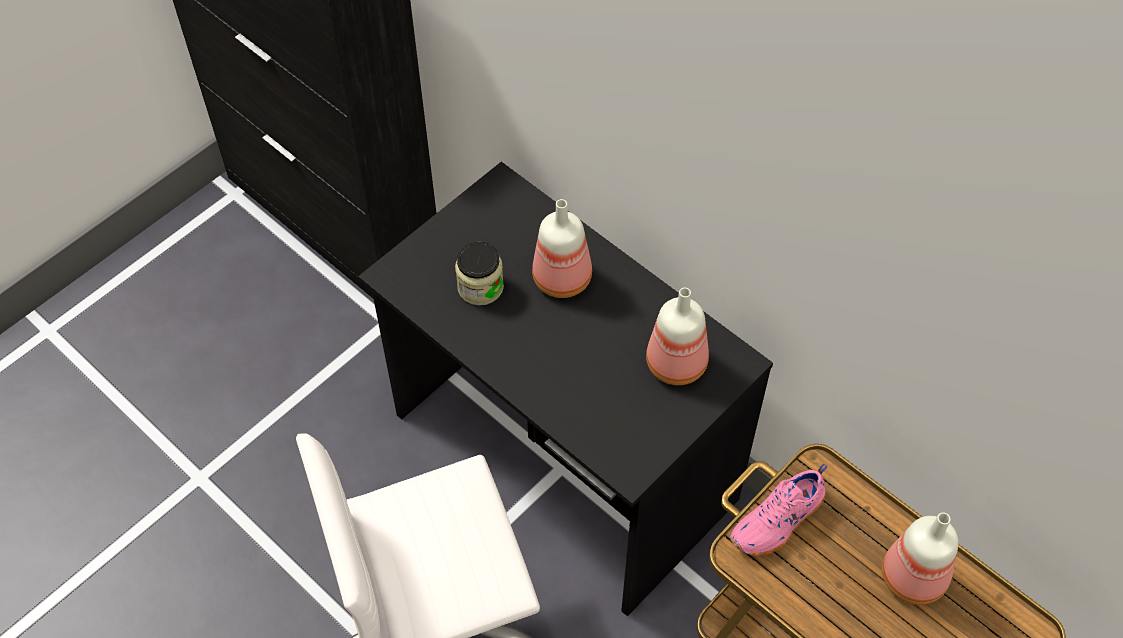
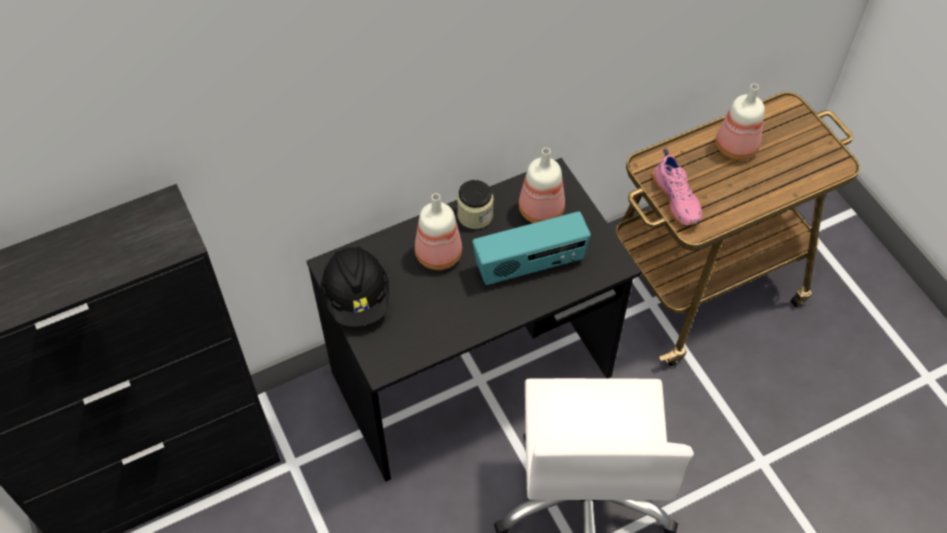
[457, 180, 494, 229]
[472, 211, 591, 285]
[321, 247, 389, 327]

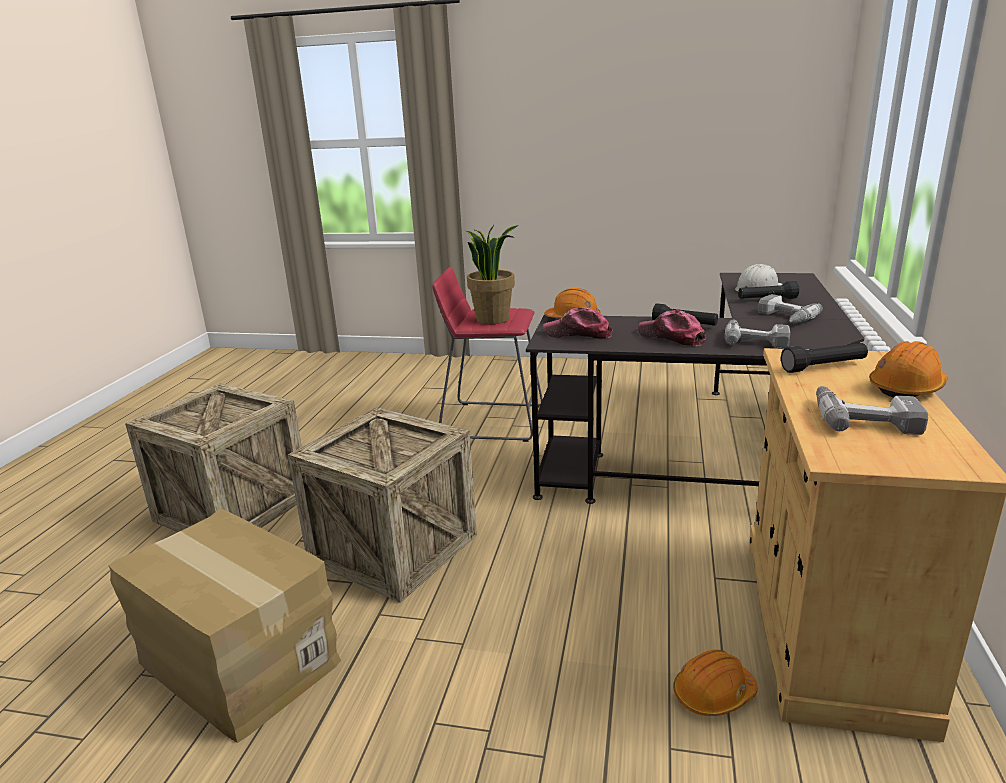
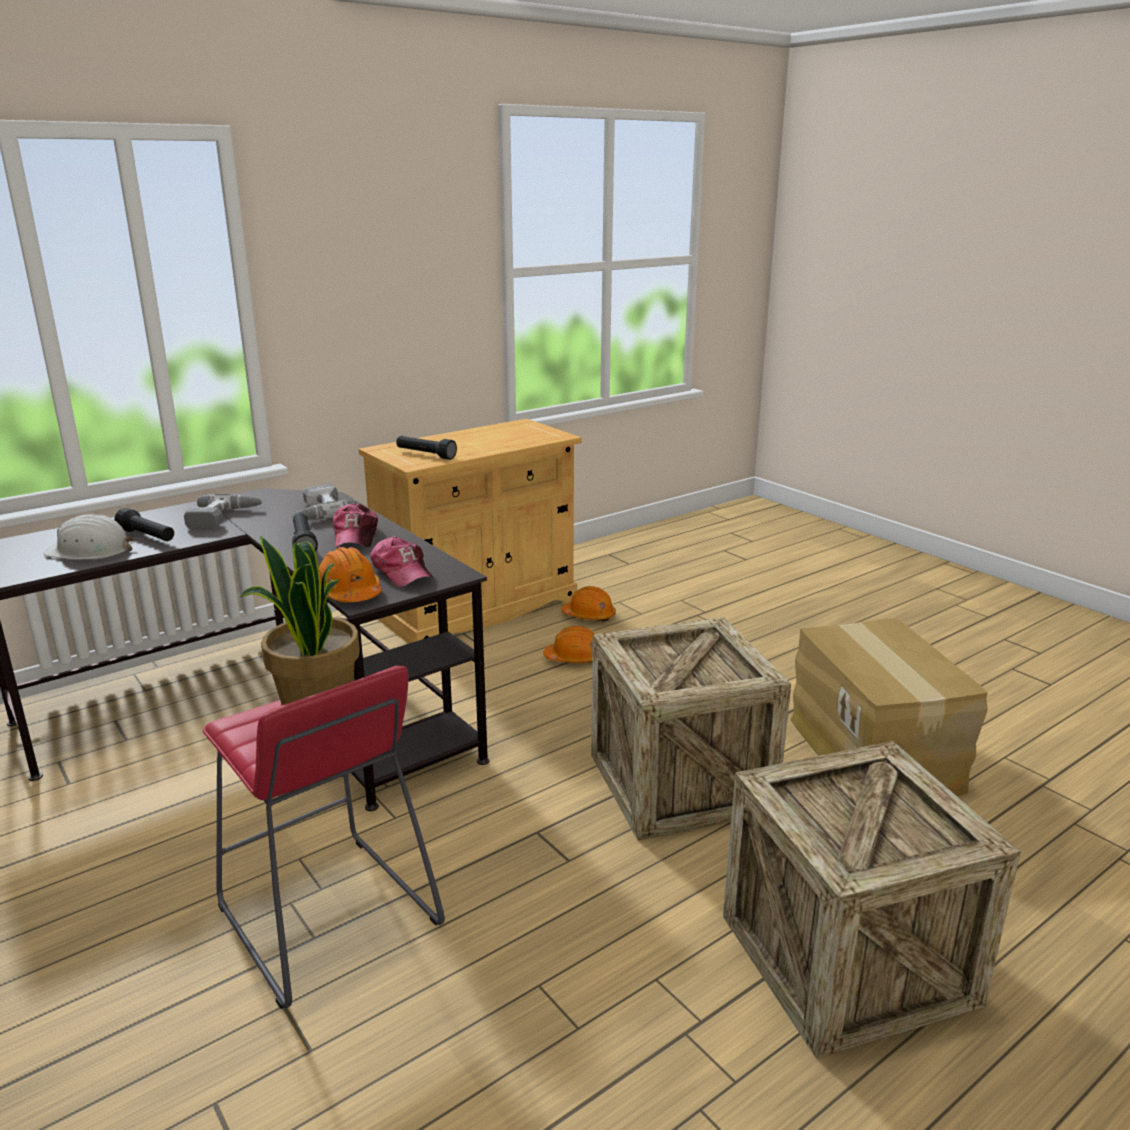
[543, 626, 595, 663]
[816, 386, 928, 435] (first image)

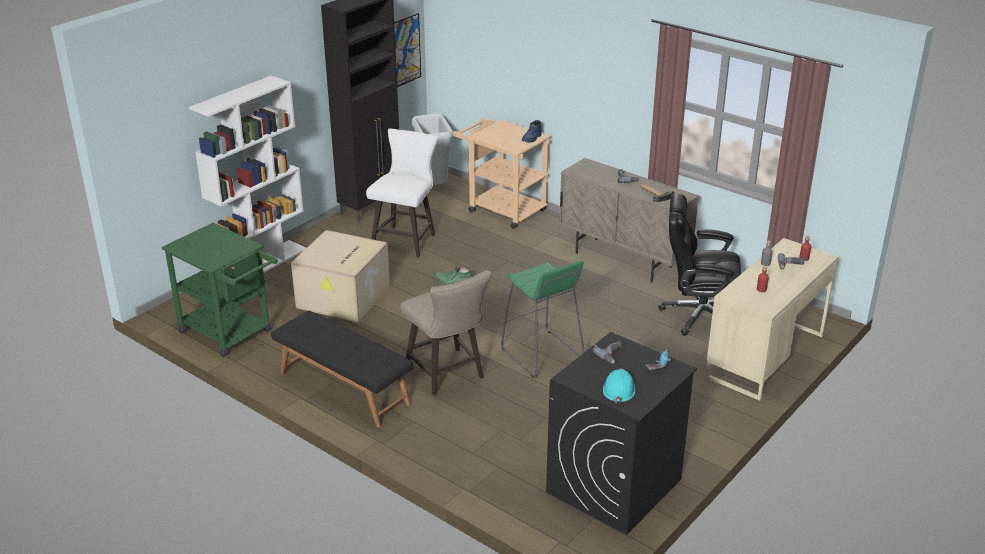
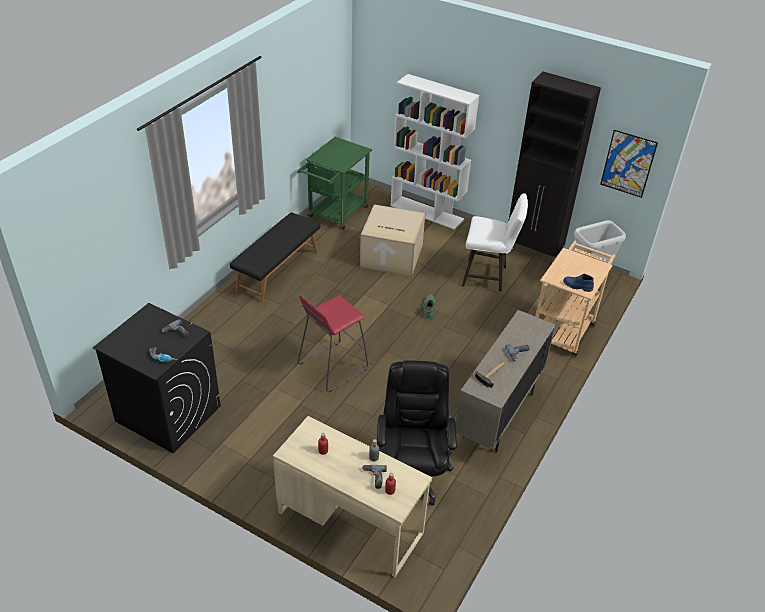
[297, 295, 368, 392]
[400, 270, 492, 395] (first image)
[603, 369, 635, 403] (first image)

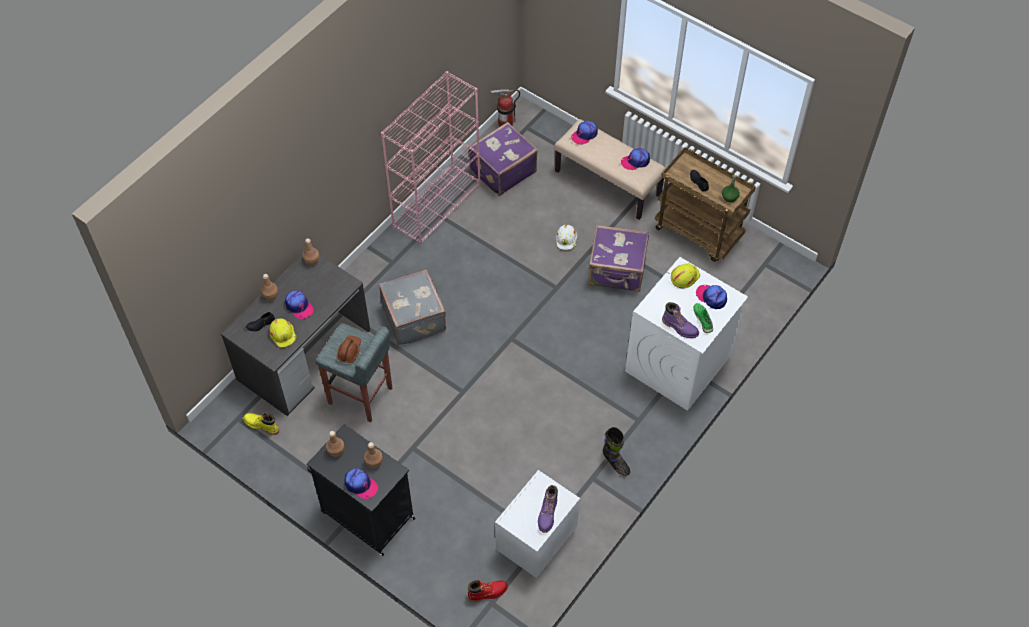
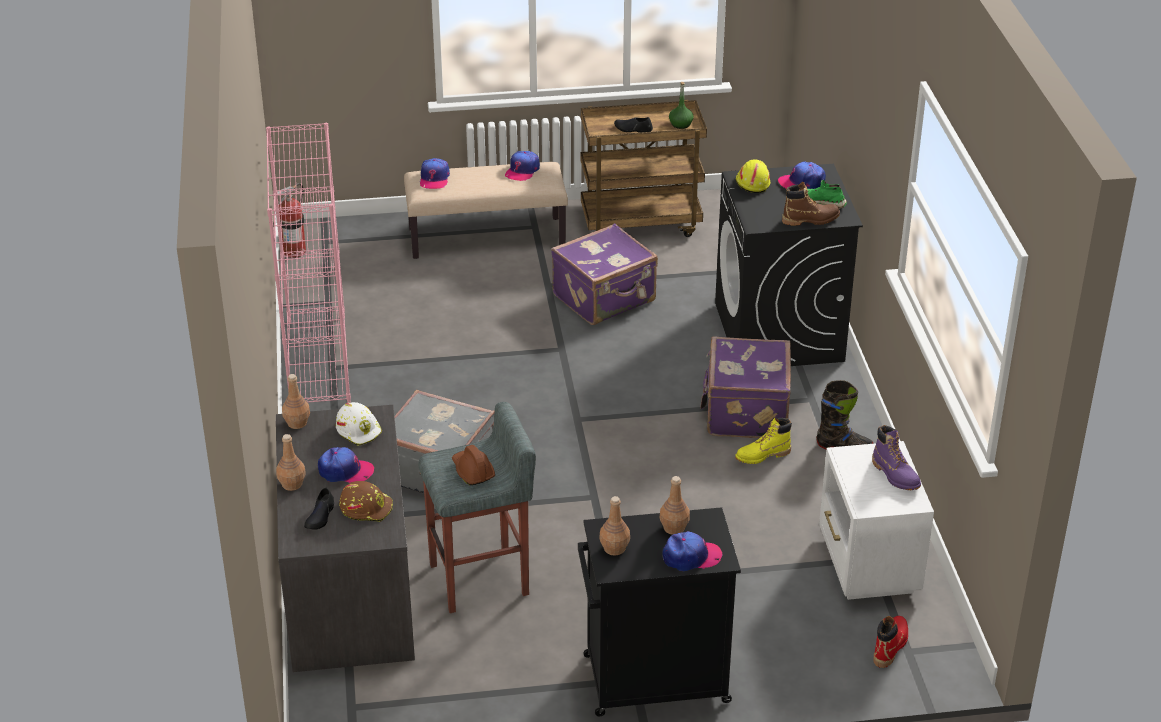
[700, 336, 791, 438]
[336, 402, 382, 446]
[715, 164, 863, 366]
[782, 182, 840, 226]
[339, 481, 393, 522]
[735, 418, 792, 464]

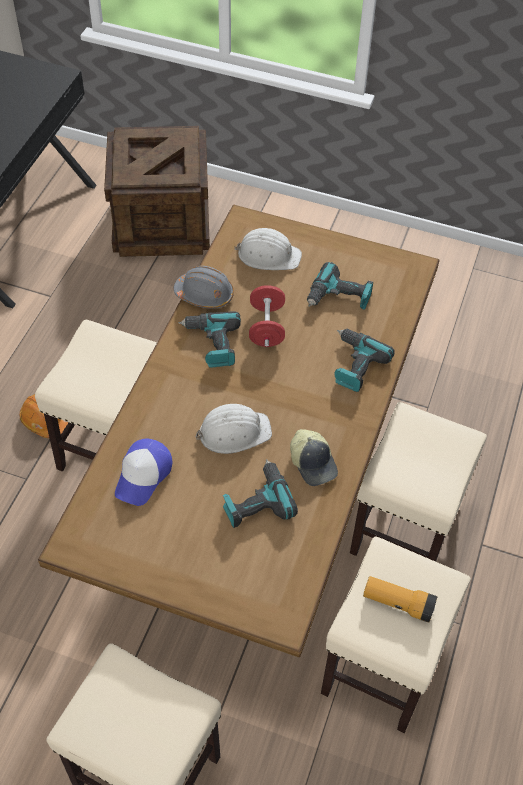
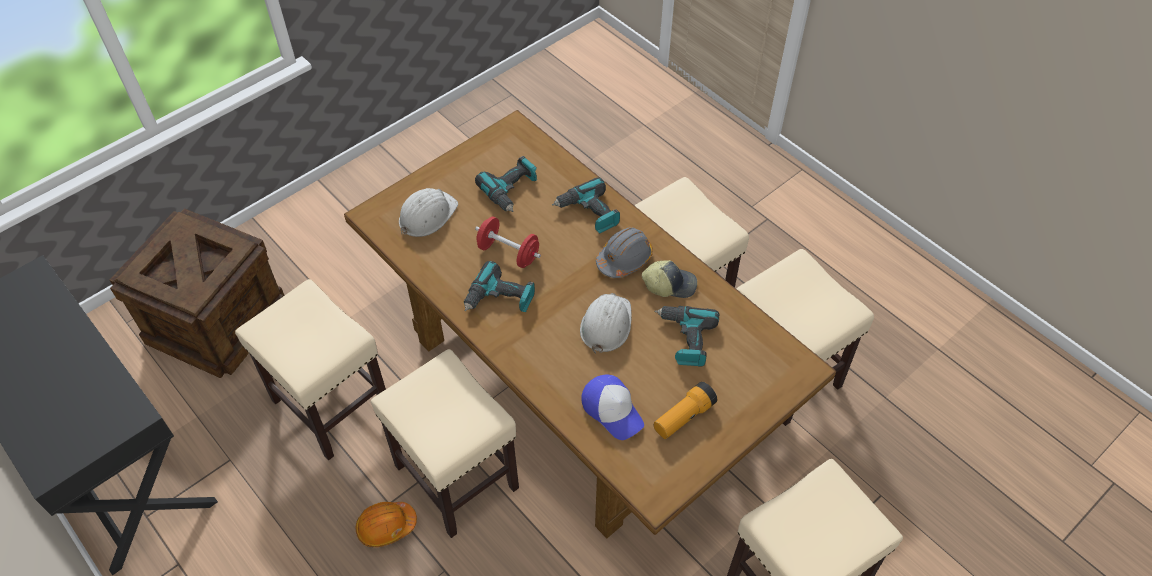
[596, 227, 653, 278]
[654, 382, 718, 439]
[235, 279, 386, 460]

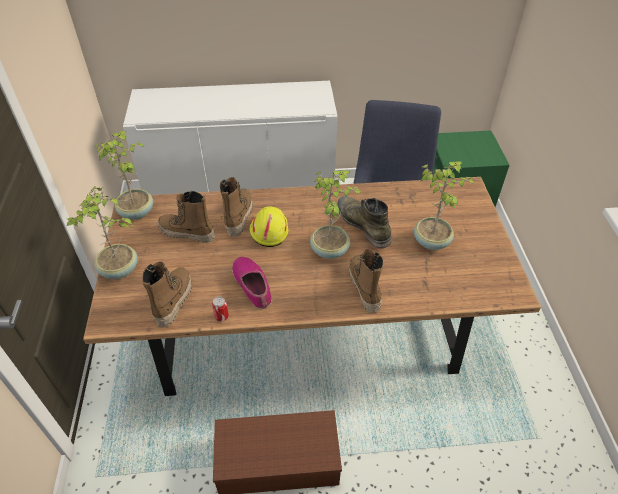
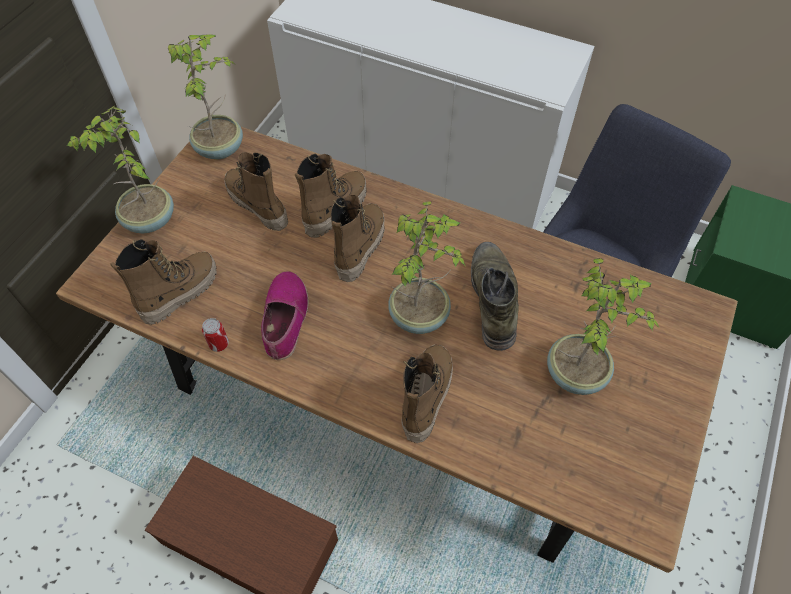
[331, 195, 385, 282]

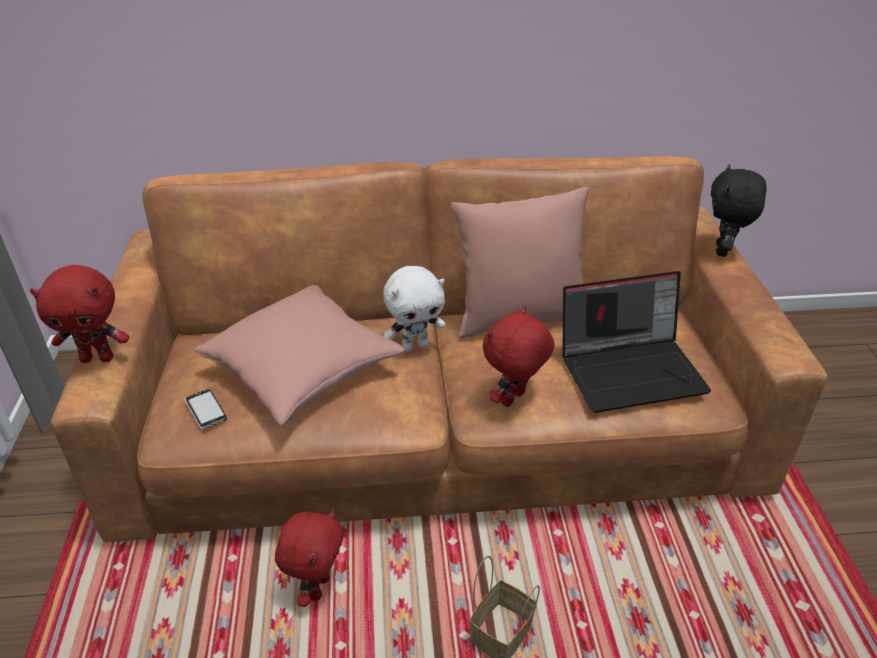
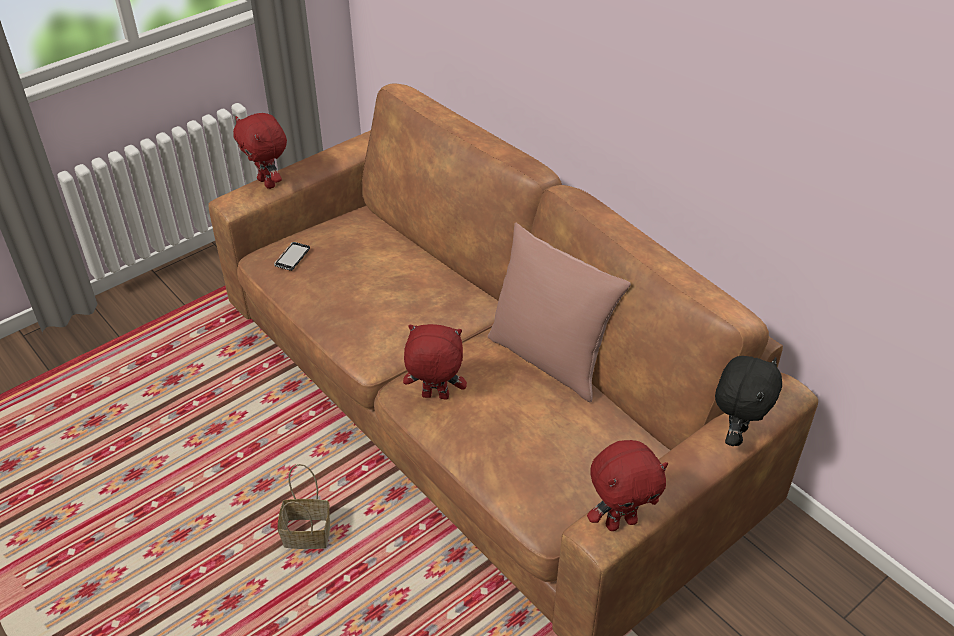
[715, 356, 782, 446]
[383, 266, 446, 352] (first image)
[562, 271, 711, 413] (first image)
[194, 285, 405, 426] (first image)
[587, 440, 668, 531]

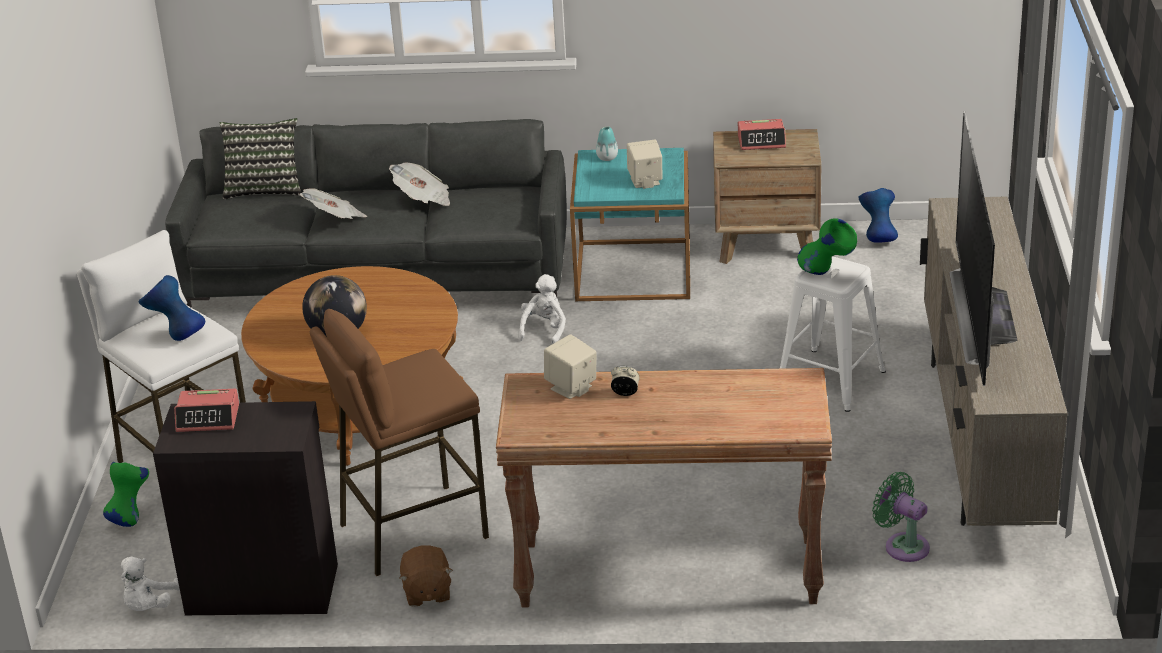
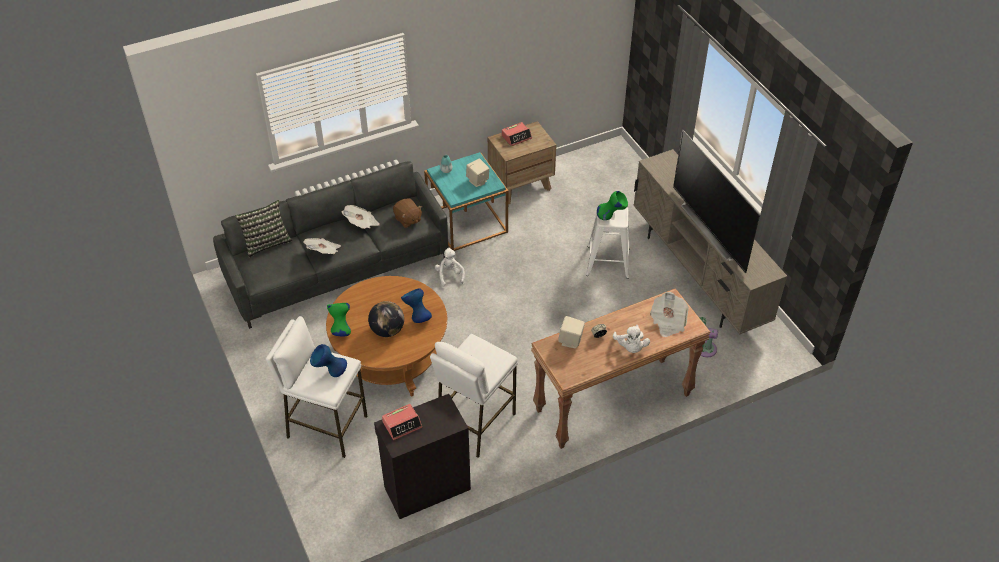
[401, 288, 432, 323]
[430, 334, 518, 458]
[327, 303, 351, 337]
[393, 198, 422, 228]
[613, 325, 650, 353]
[650, 292, 689, 337]

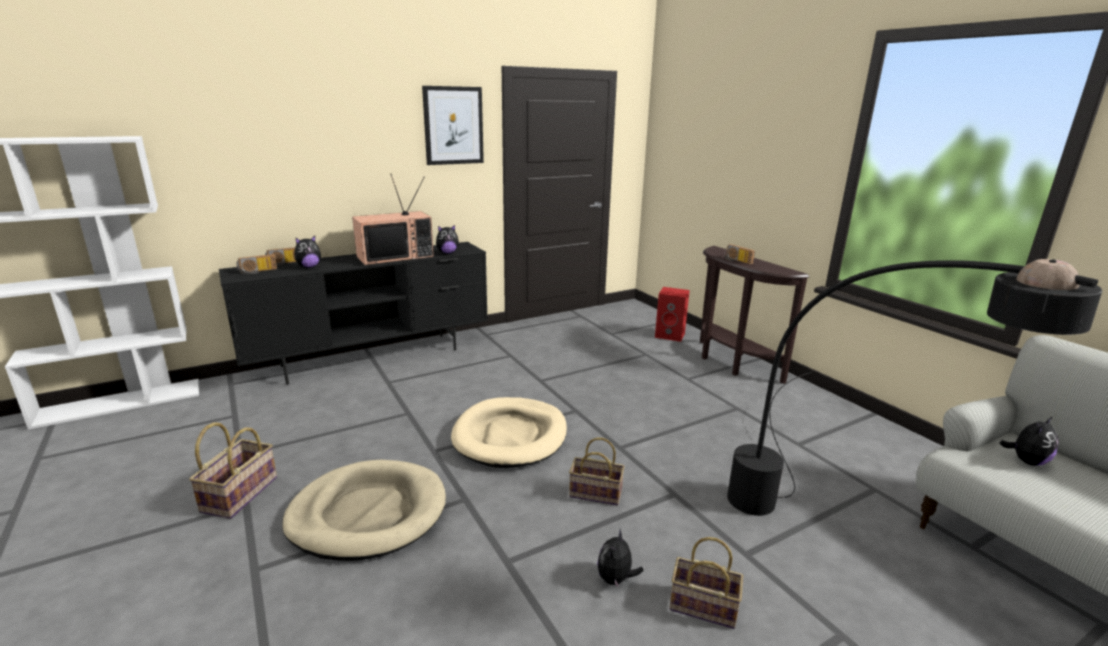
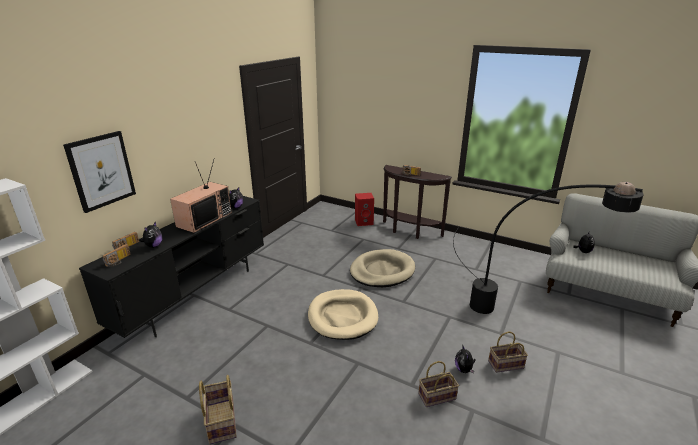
[63, 131, 136, 213]
[418, 361, 459, 407]
[350, 249, 415, 287]

